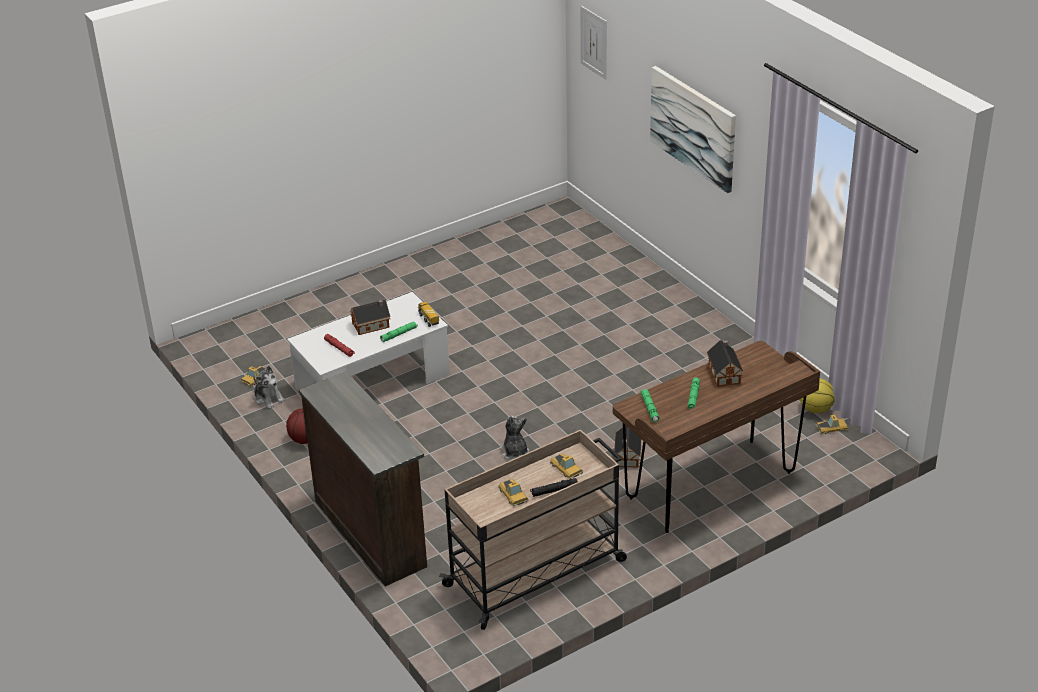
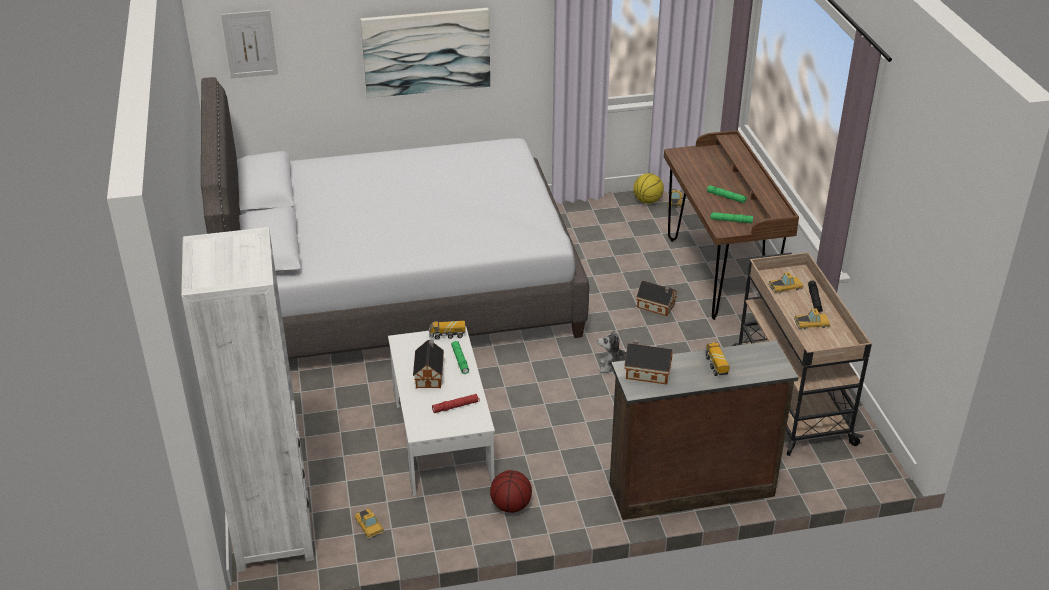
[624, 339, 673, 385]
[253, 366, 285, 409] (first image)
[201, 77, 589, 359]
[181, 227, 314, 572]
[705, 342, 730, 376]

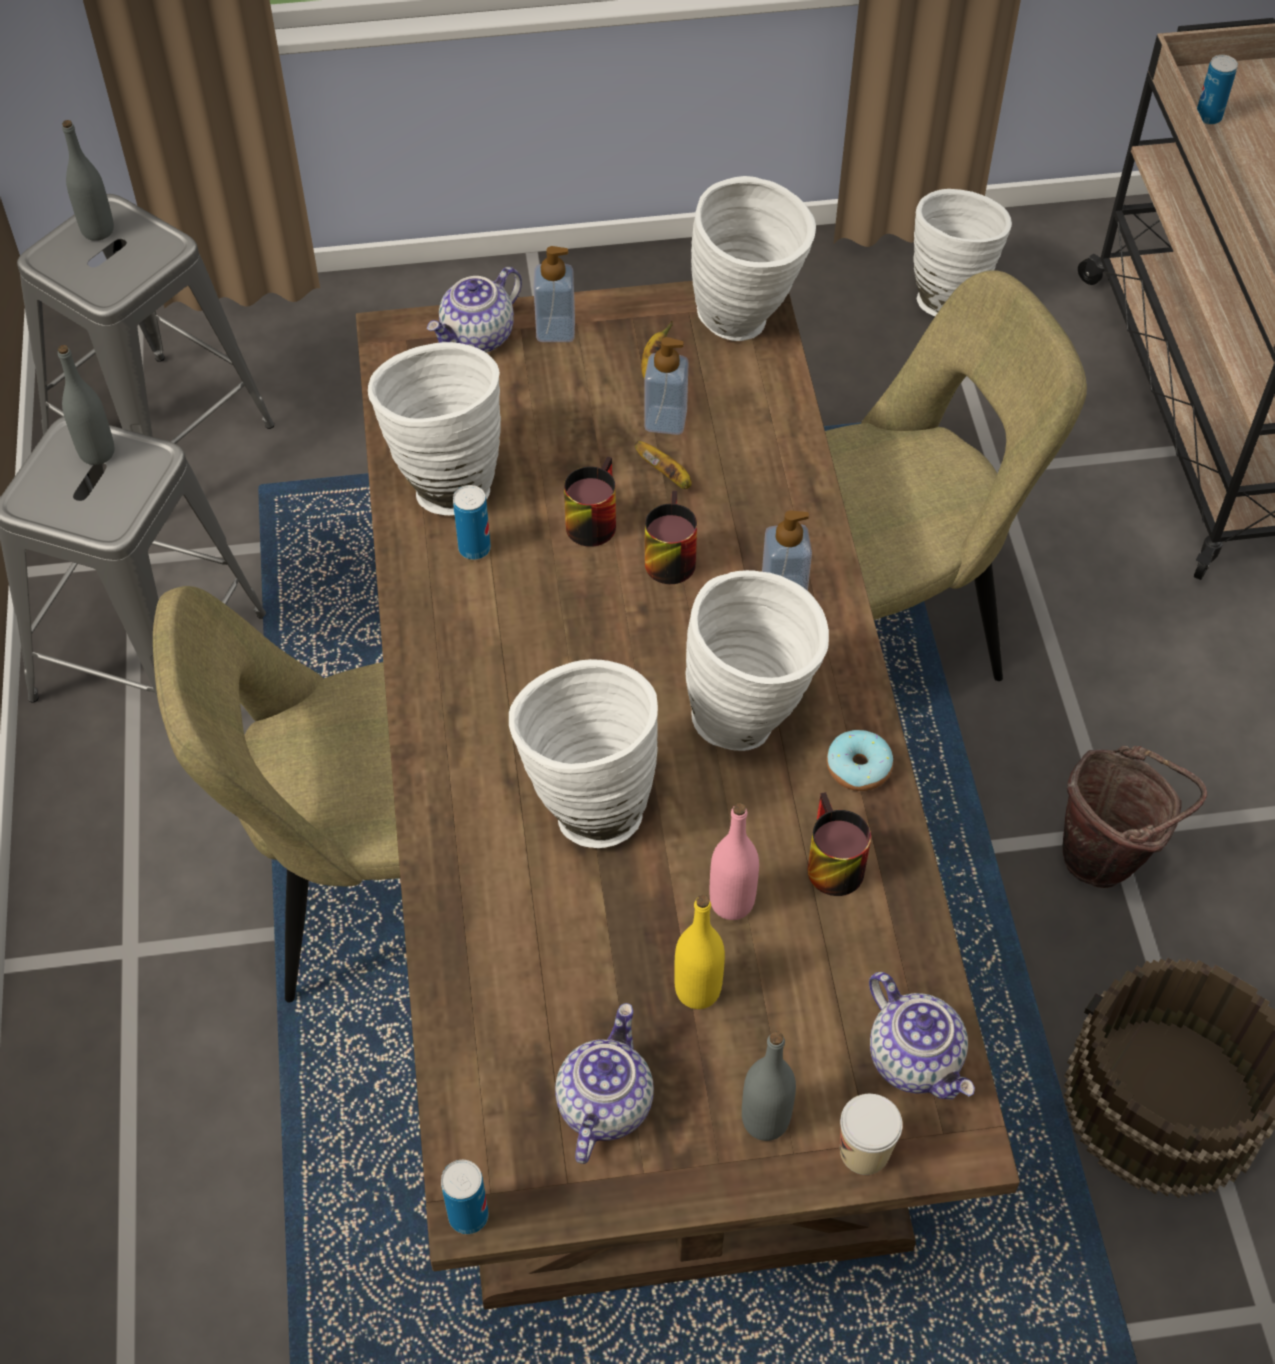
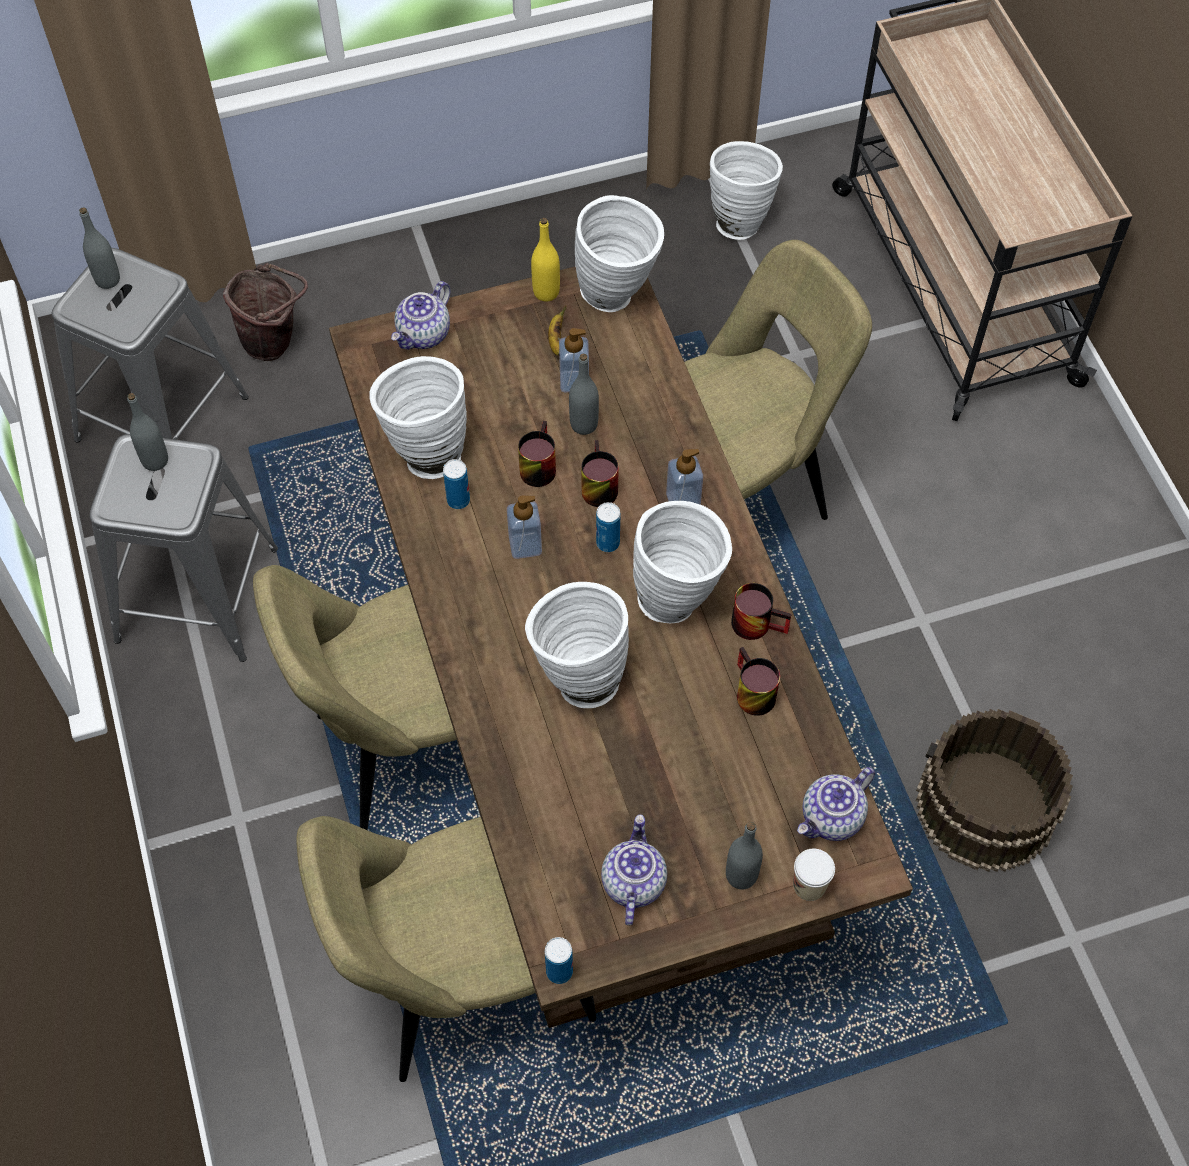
[596, 502, 620, 552]
[507, 496, 542, 559]
[569, 354, 599, 435]
[731, 583, 791, 640]
[223, 263, 308, 361]
[710, 803, 759, 920] (first image)
[531, 218, 560, 301]
[797, 767, 875, 841]
[296, 816, 596, 1082]

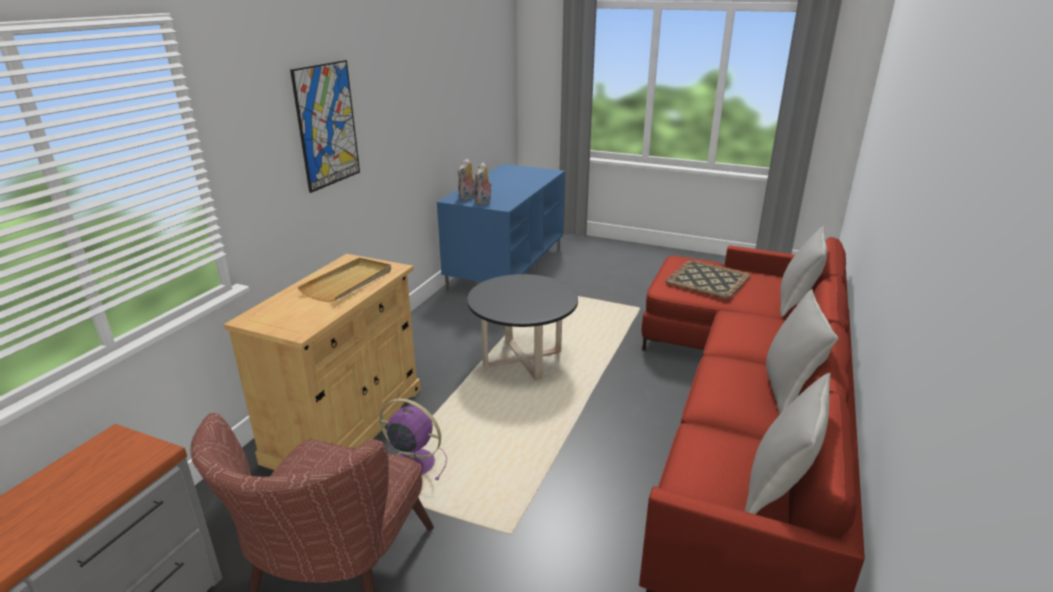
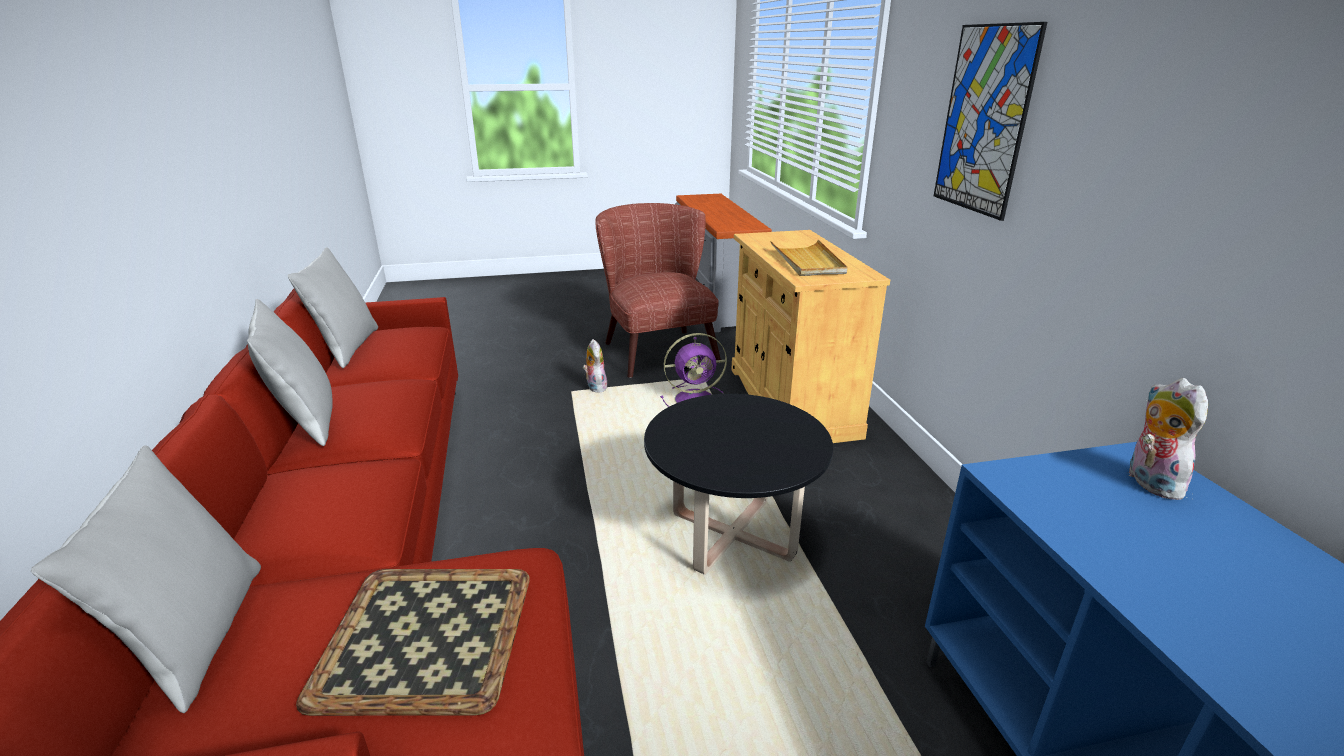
[583, 339, 607, 393]

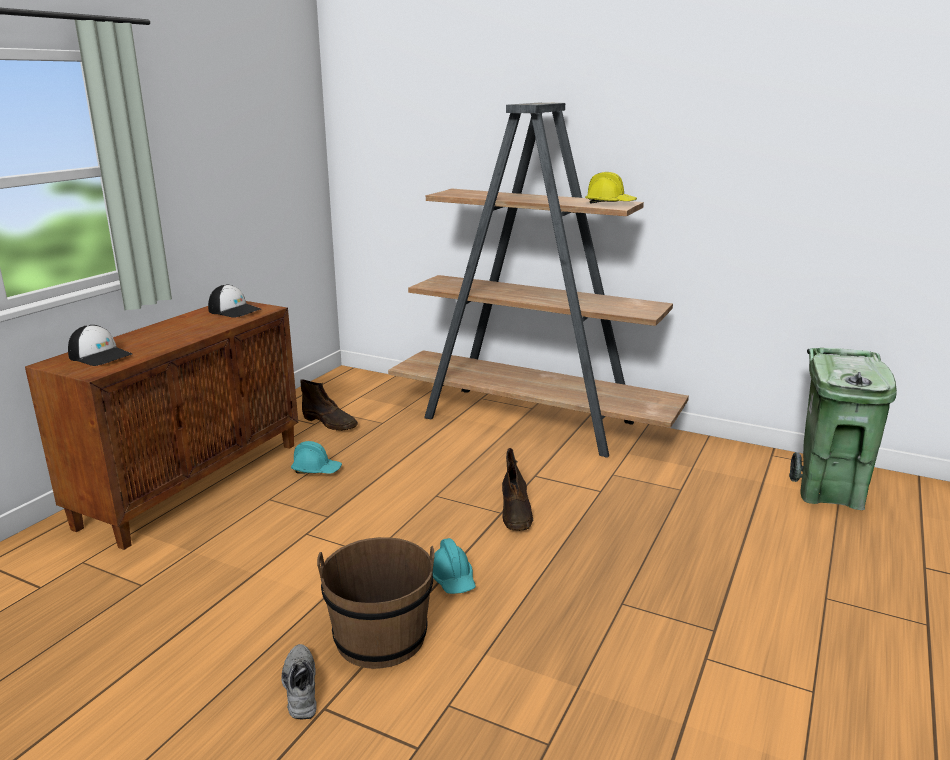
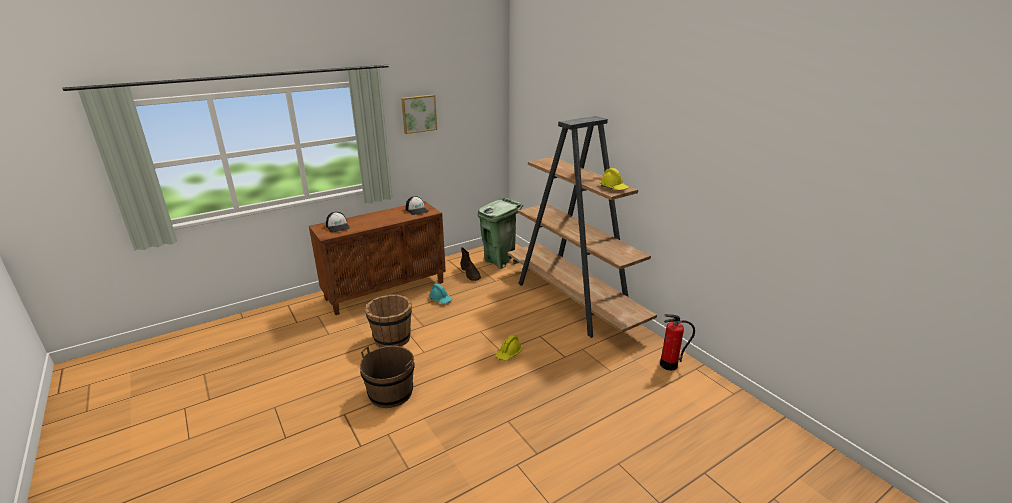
[478, 198, 523, 269]
[495, 335, 523, 361]
[433, 538, 476, 594] (first image)
[281, 644, 317, 720] (first image)
[401, 95, 437, 134]
[365, 294, 412, 347]
[660, 314, 695, 371]

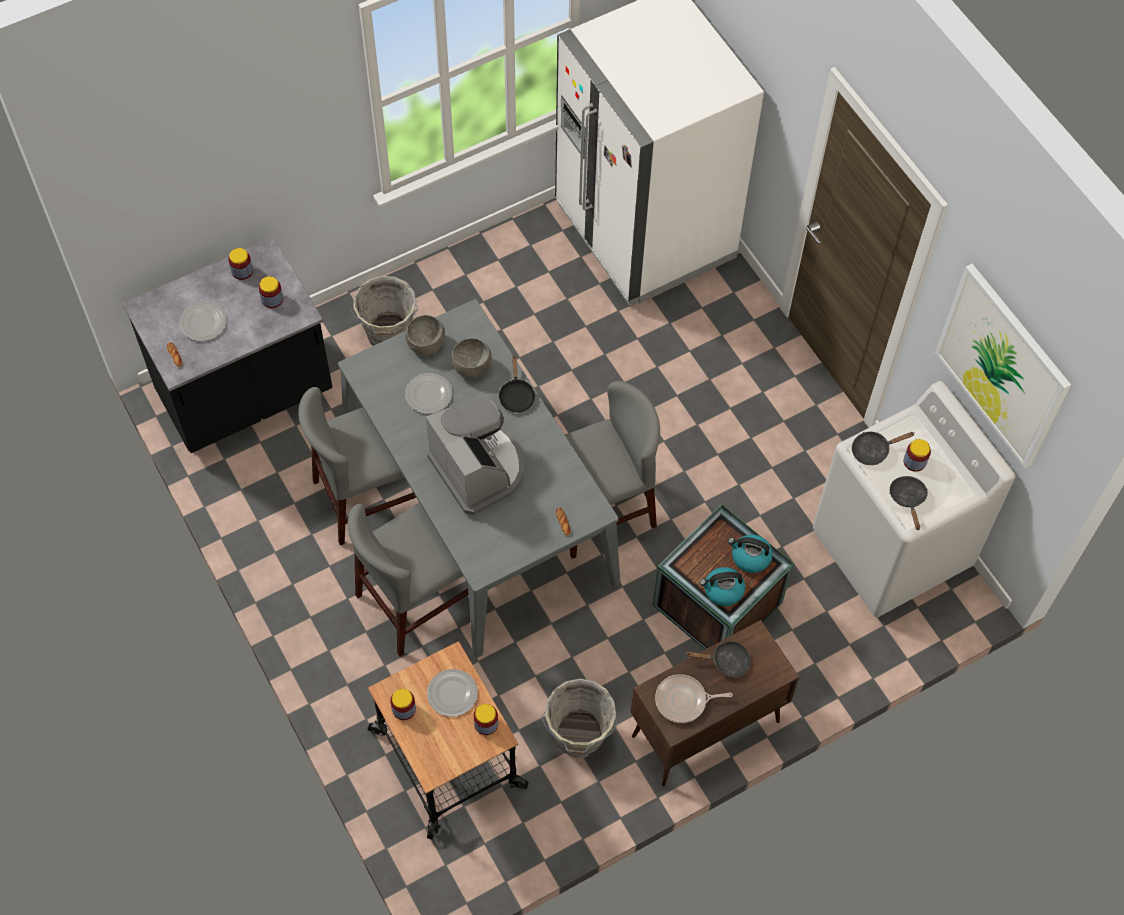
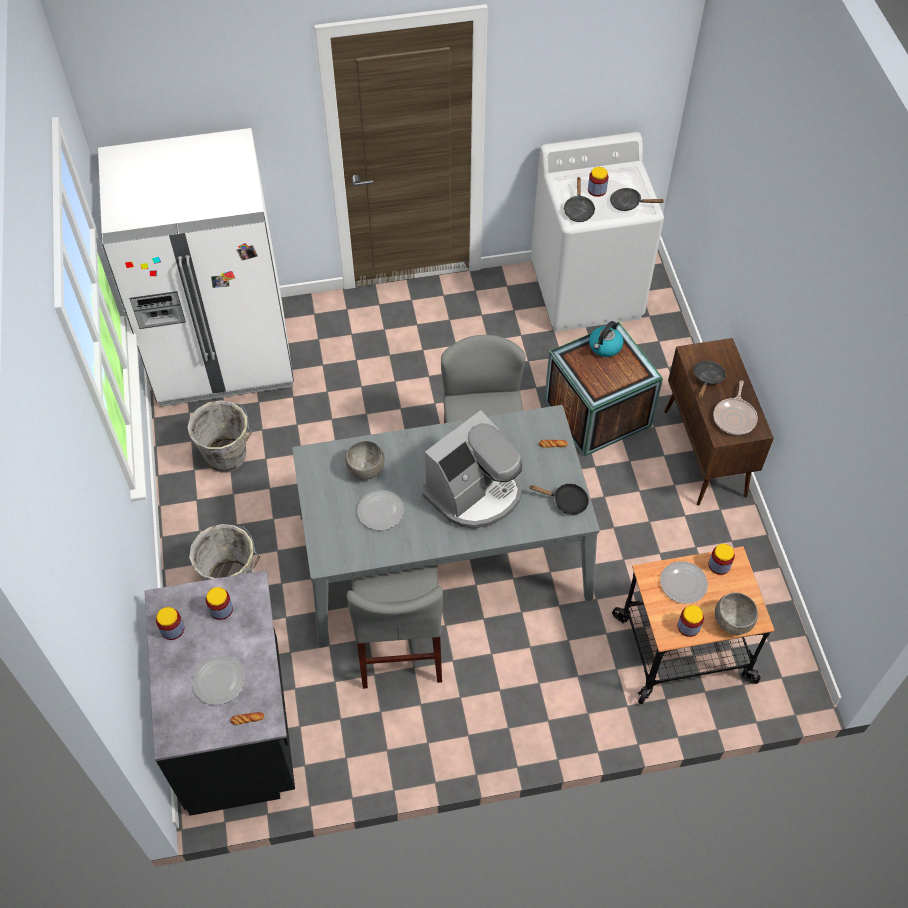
[935, 264, 1071, 468] (first image)
[715, 593, 758, 635]
[530, 484, 589, 515]
[422, 410, 522, 529]
[348, 503, 469, 656] (first image)
[700, 567, 745, 606] (first image)
[187, 400, 253, 472]

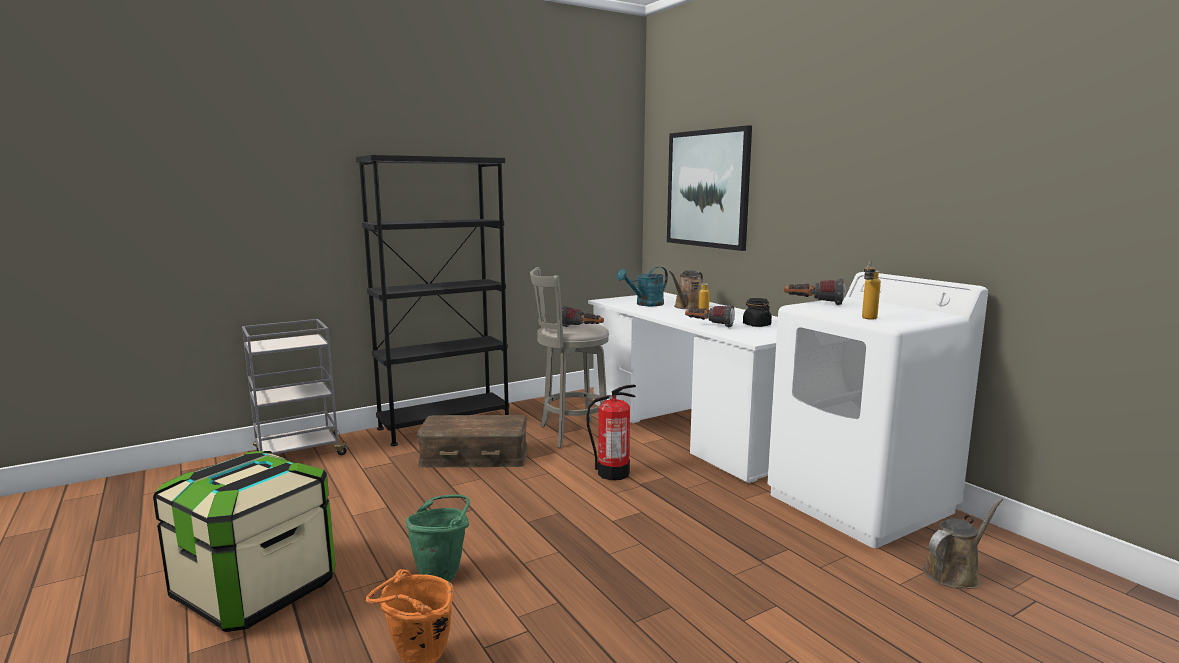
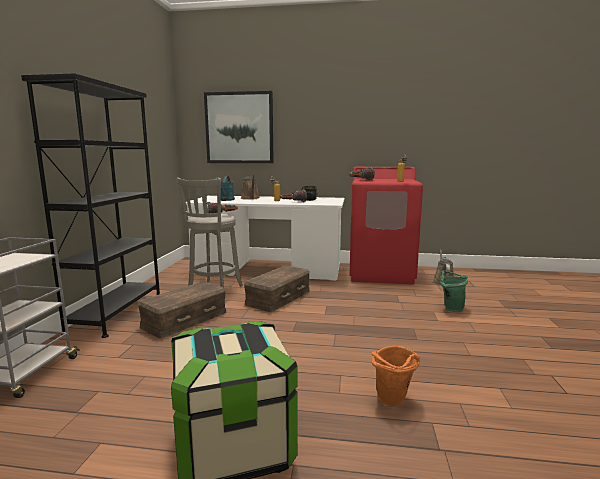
[349, 167, 423, 285]
[244, 266, 310, 312]
[440, 270, 468, 312]

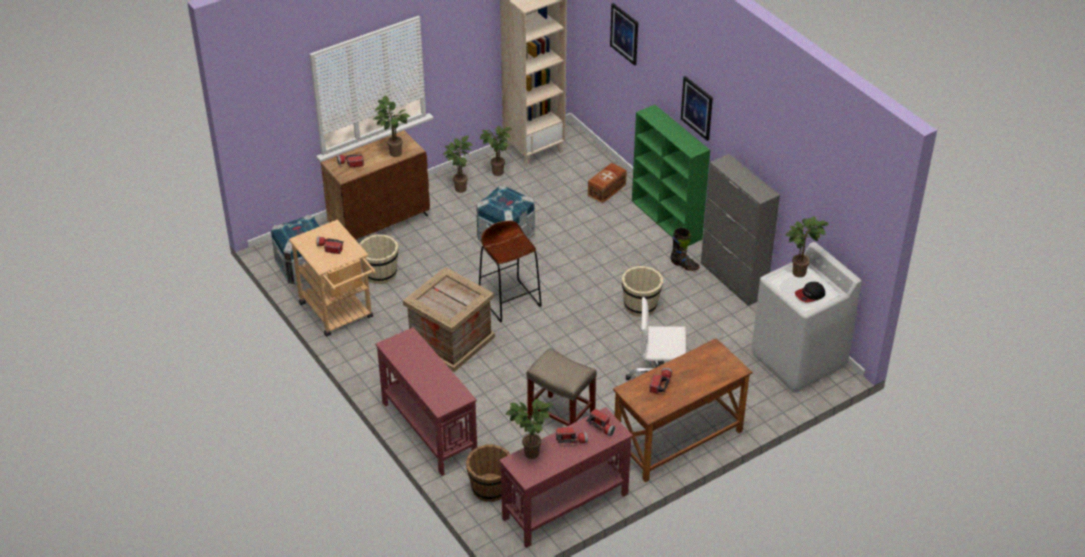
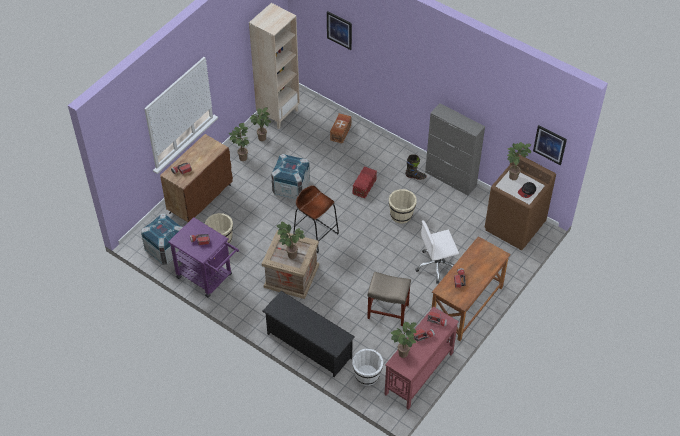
[533, 125, 567, 165]
[277, 221, 305, 259]
[632, 105, 710, 246] (first image)
[168, 217, 239, 298]
[485, 153, 556, 250]
[262, 291, 355, 377]
[352, 349, 383, 386]
[353, 166, 377, 199]

